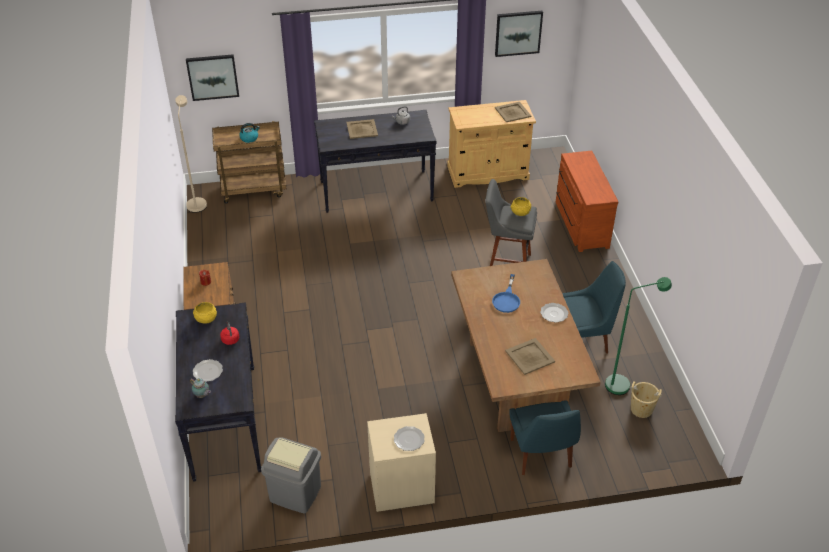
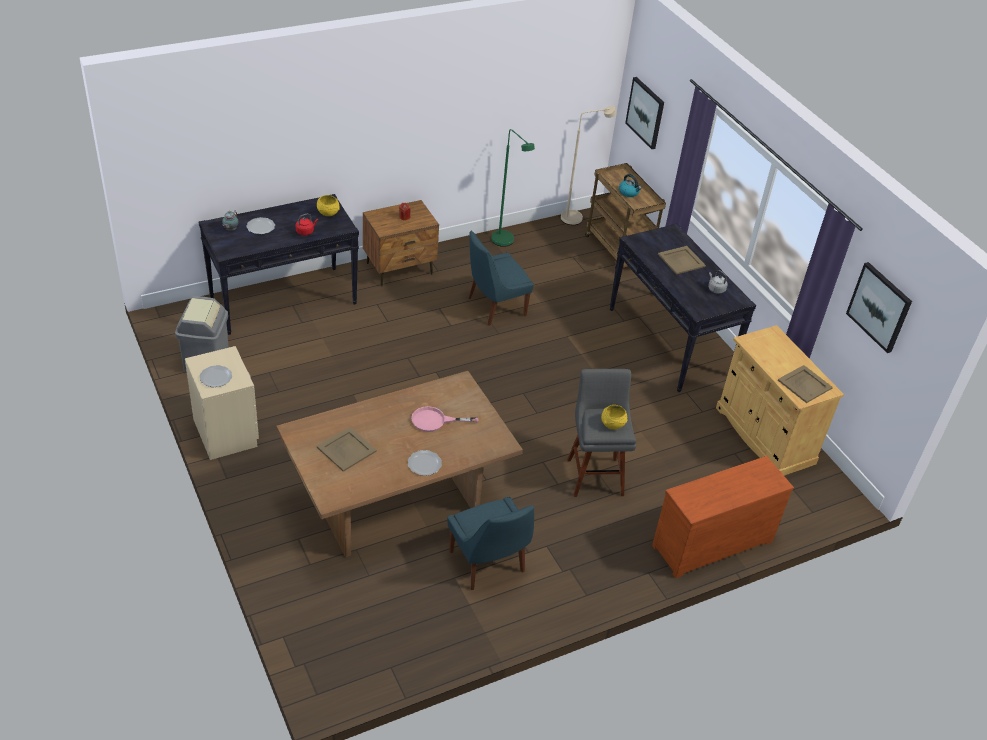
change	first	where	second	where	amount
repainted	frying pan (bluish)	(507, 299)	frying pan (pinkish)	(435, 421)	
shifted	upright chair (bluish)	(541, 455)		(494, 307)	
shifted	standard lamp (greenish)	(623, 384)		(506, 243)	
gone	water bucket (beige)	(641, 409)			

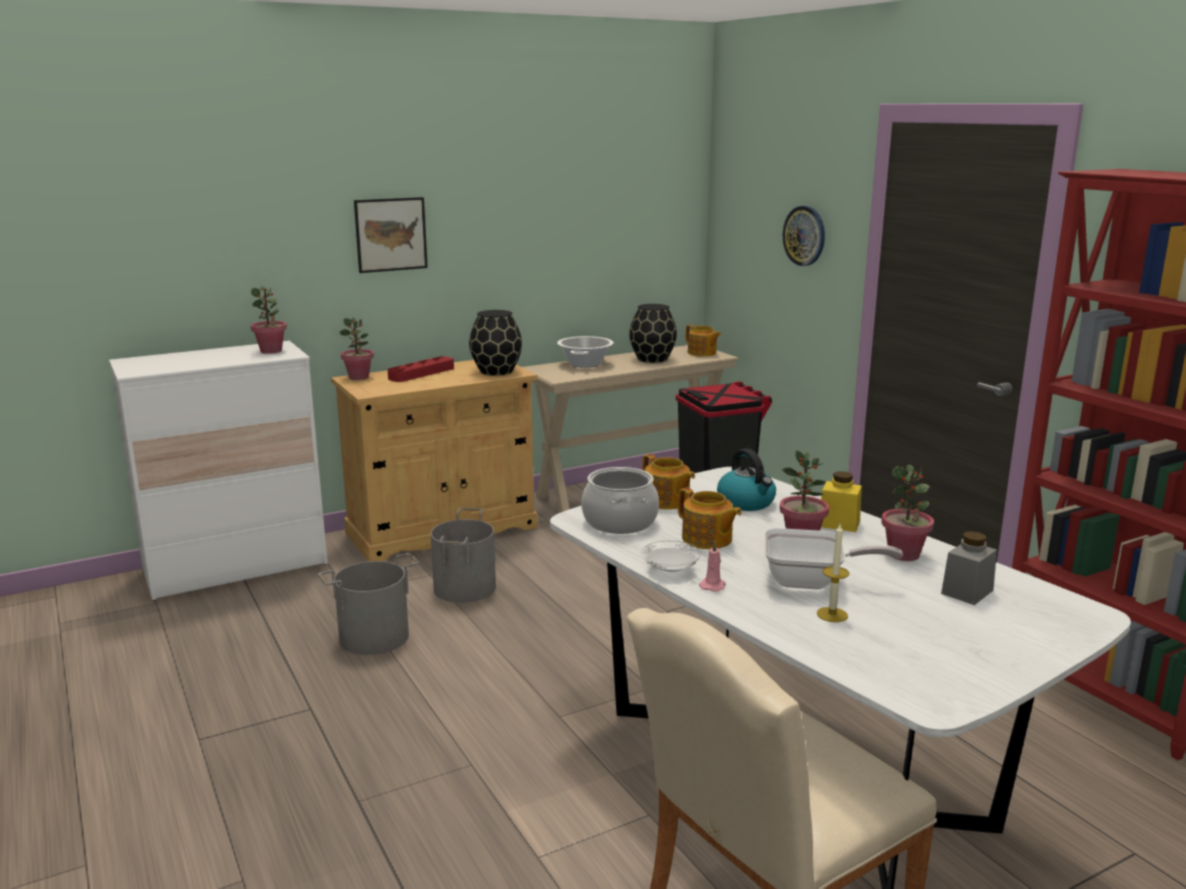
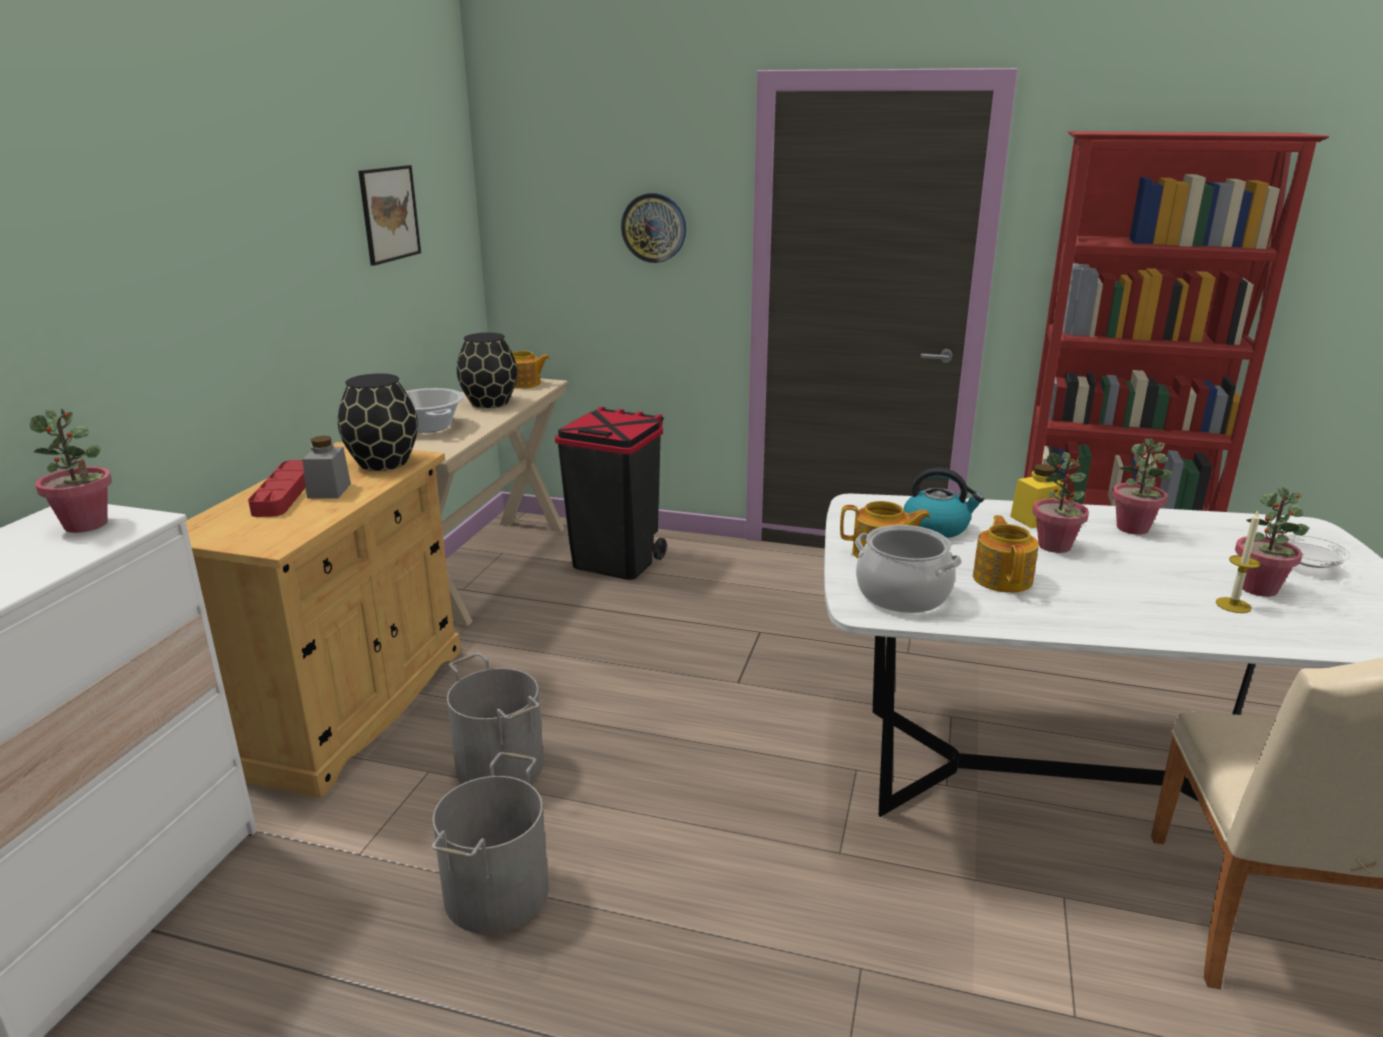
change	first	where	second	where	amount
shifted	storage jar (gray)	(967, 592)		(329, 491)	
shifted	wall art	(391, 234)		(389, 214)	
rotated	tea pot	(707, 539)		(1003, 578)	90 degrees counterclockwise
shifted	houseplant	(359, 377)		(1258, 588)	
shifted	dinner plate (white)	(670, 570)		(1307, 566)	
gone	candle (pinkish)	(713, 585)			
gone	frying pan	(812, 582)			

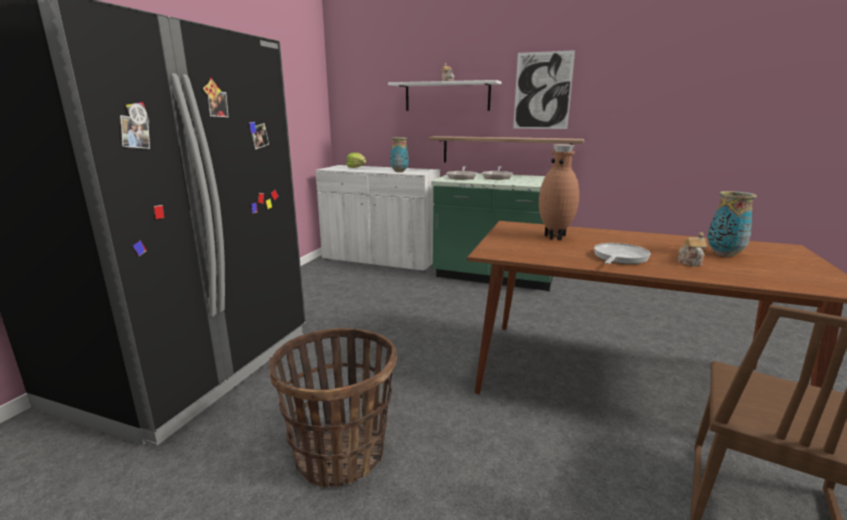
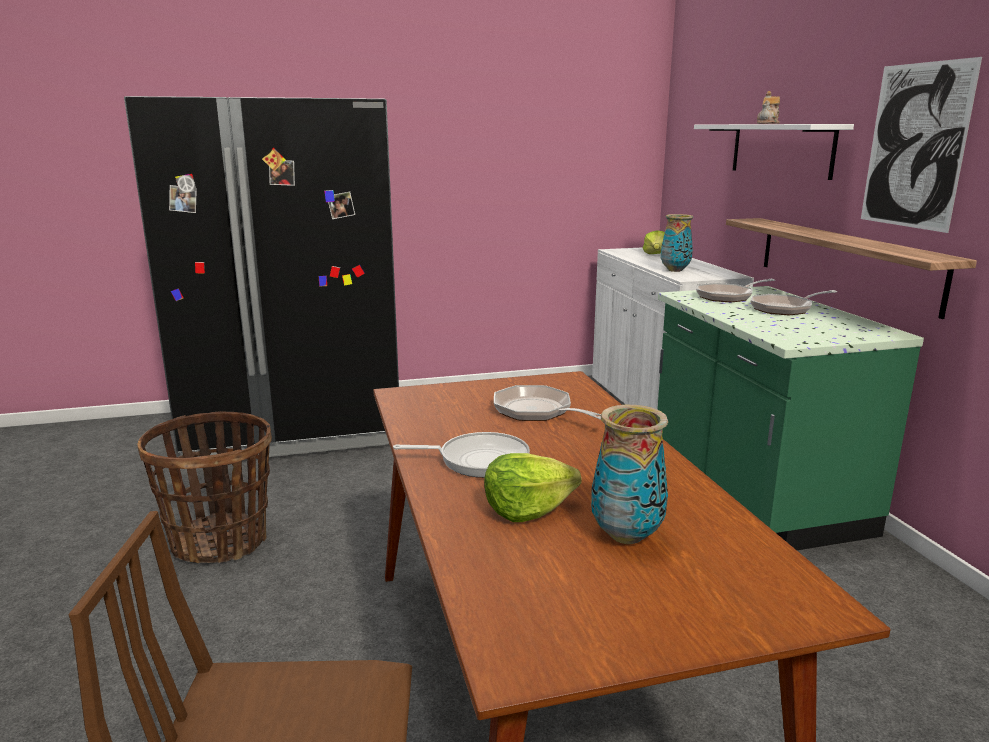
change	first	where	second	where	amount
swapped	tea pot	(689, 262)	lettuce	(527, 509)	
swapped	vase (brown-coloured)	(555, 237)	frying pan	(537, 412)	

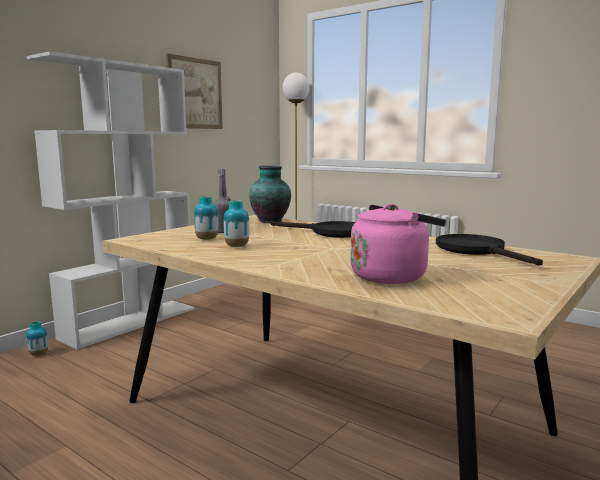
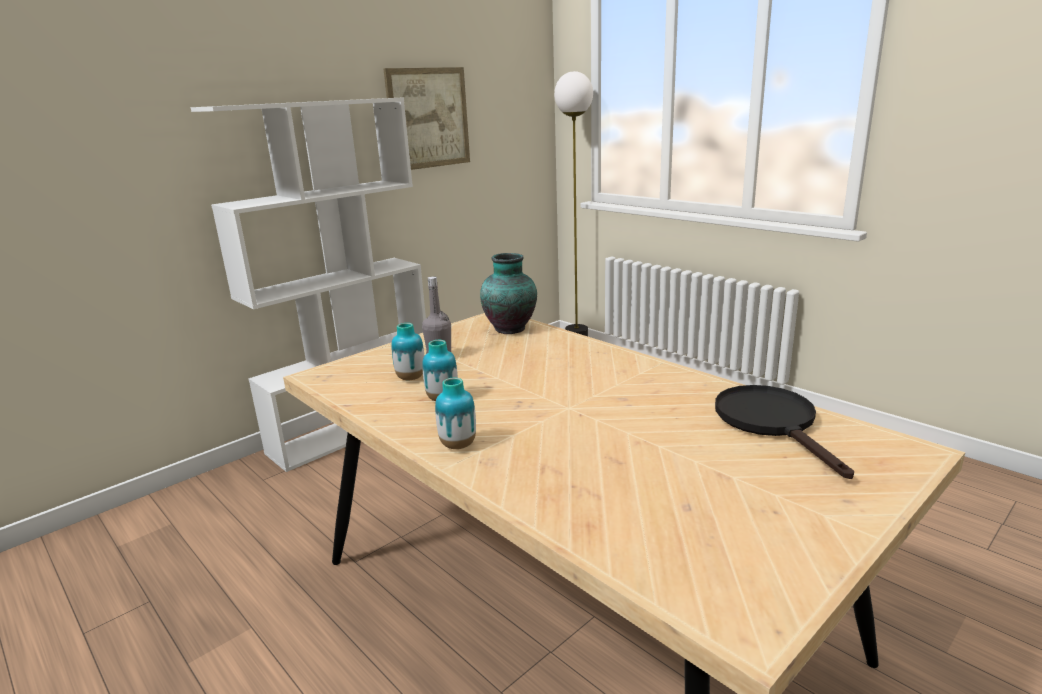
change	first	where	second	where	amount
shifted	vase	(38, 354)		(458, 445)	
gone	frying pan (black)	(331, 232)			
gone	tea kettle (pinkish)	(391, 276)			

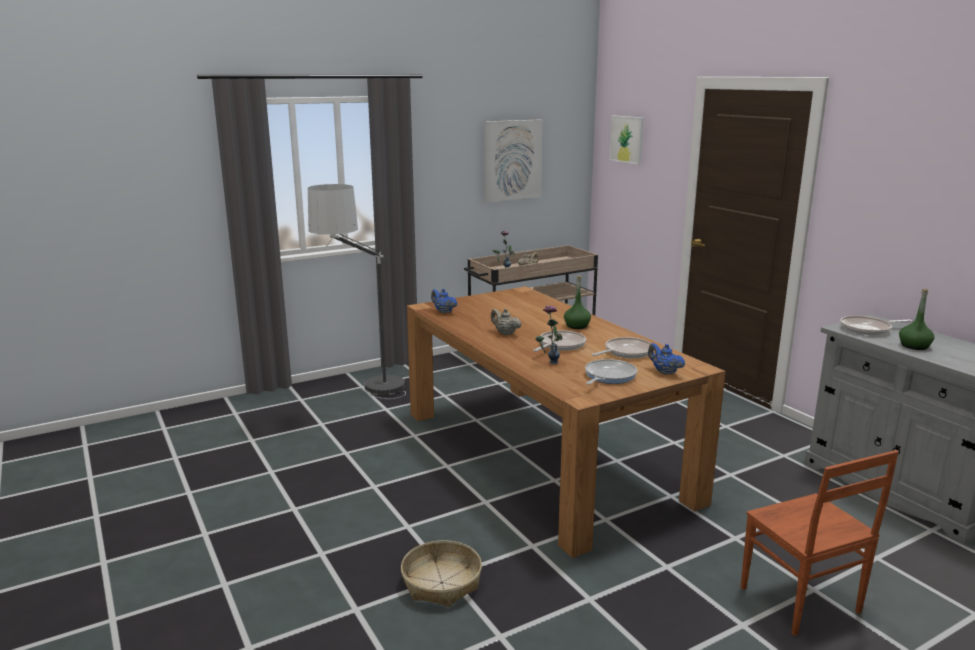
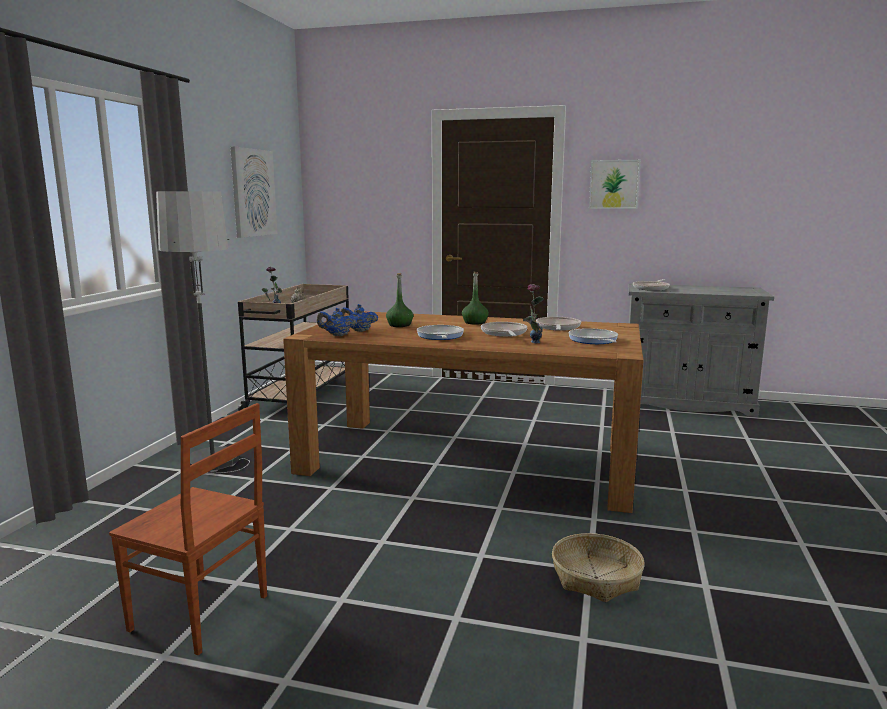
change	first	where	second	where	amount
shifted	upright chair (brown-coloured)	(799, 601)		(200, 614)	
shifted	tea pot (bluish)	(664, 372)		(359, 331)	
shifted	beverage bottle (greenish)	(914, 346)		(399, 325)	
swapped	tea pot (beige)	(505, 333)	frying pan	(440, 336)	
shifted	wall art	(627, 139)		(614, 184)	

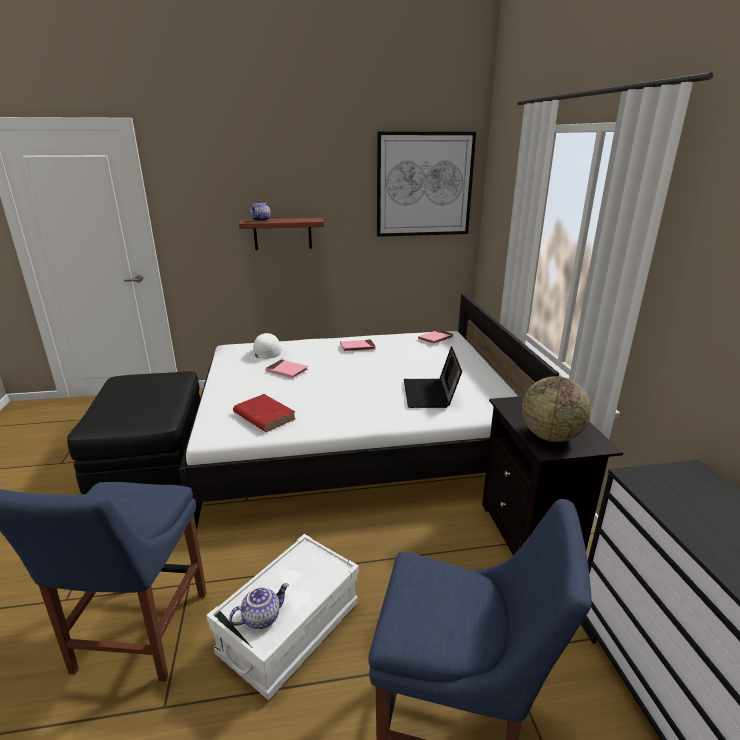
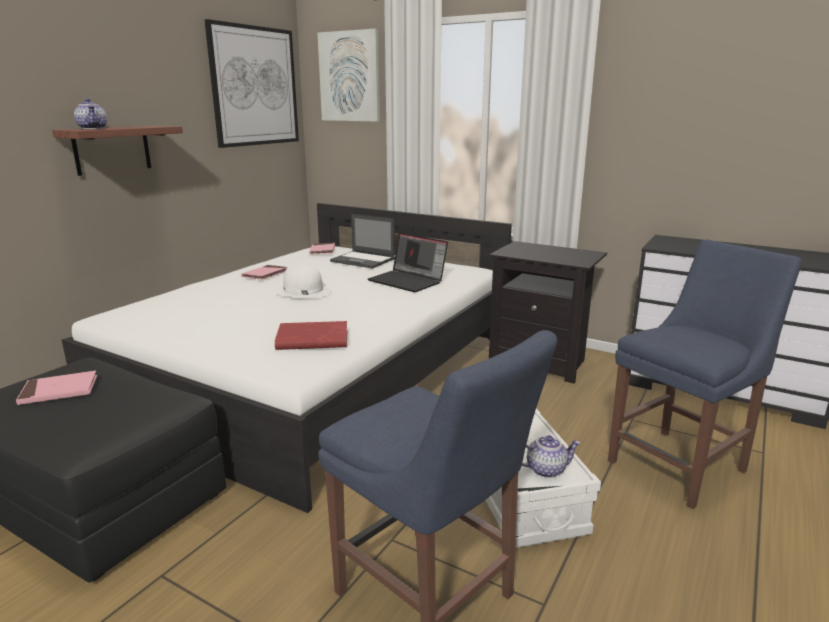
change	first	where	second	where	amount
shifted	book (pinkish)	(287, 371)		(59, 391)	
shifted	hat (white)	(267, 354)		(303, 291)	
new			wall art	(350, 77)	
new			notebook computer	(363, 260)	
rotated	tea pot	(261, 617)		(546, 469)	75 degrees clockwise
gone	world globe	(550, 436)			

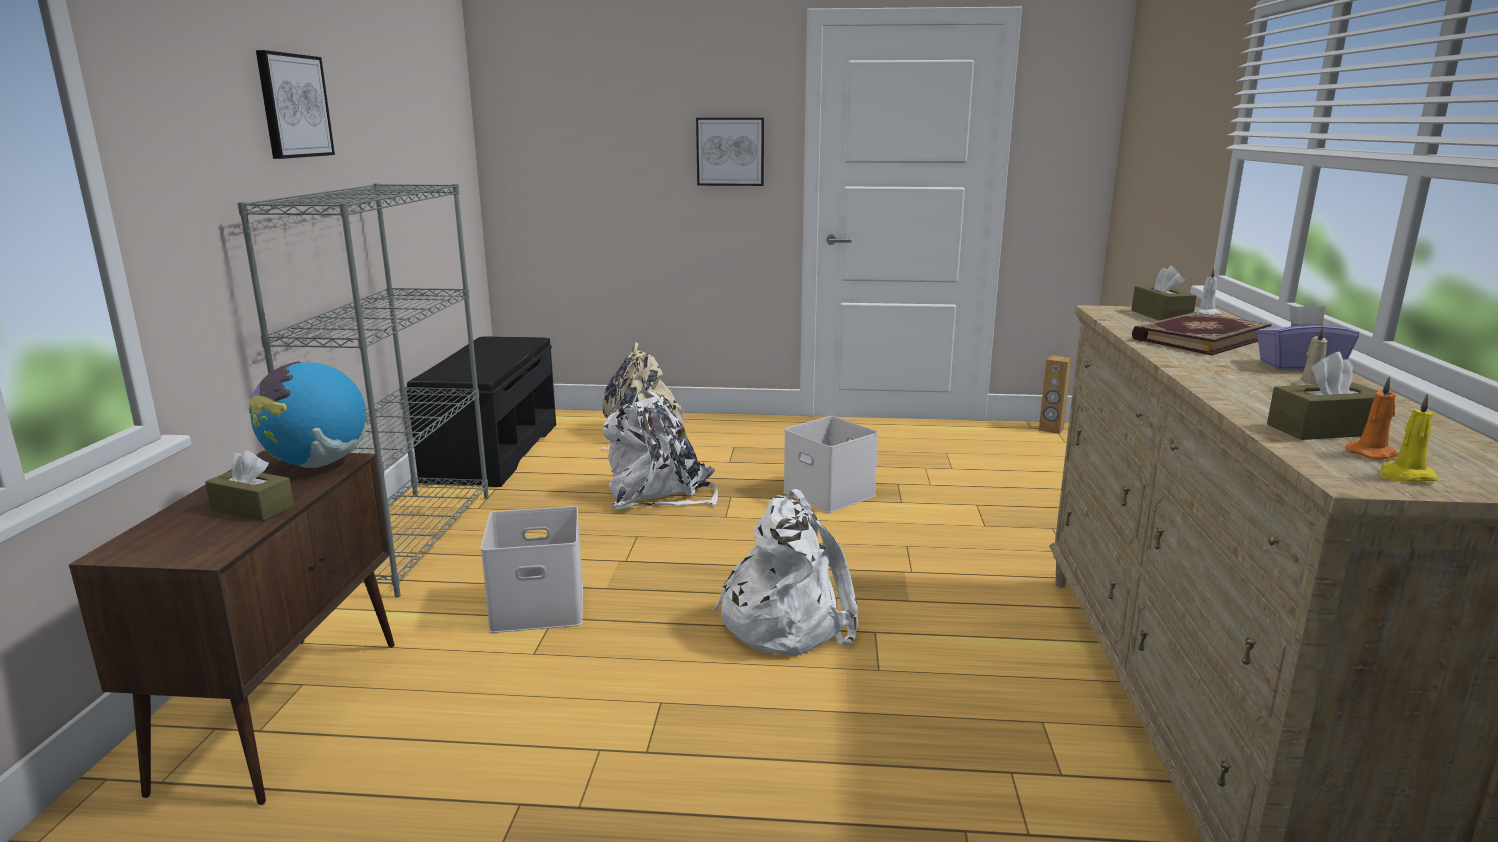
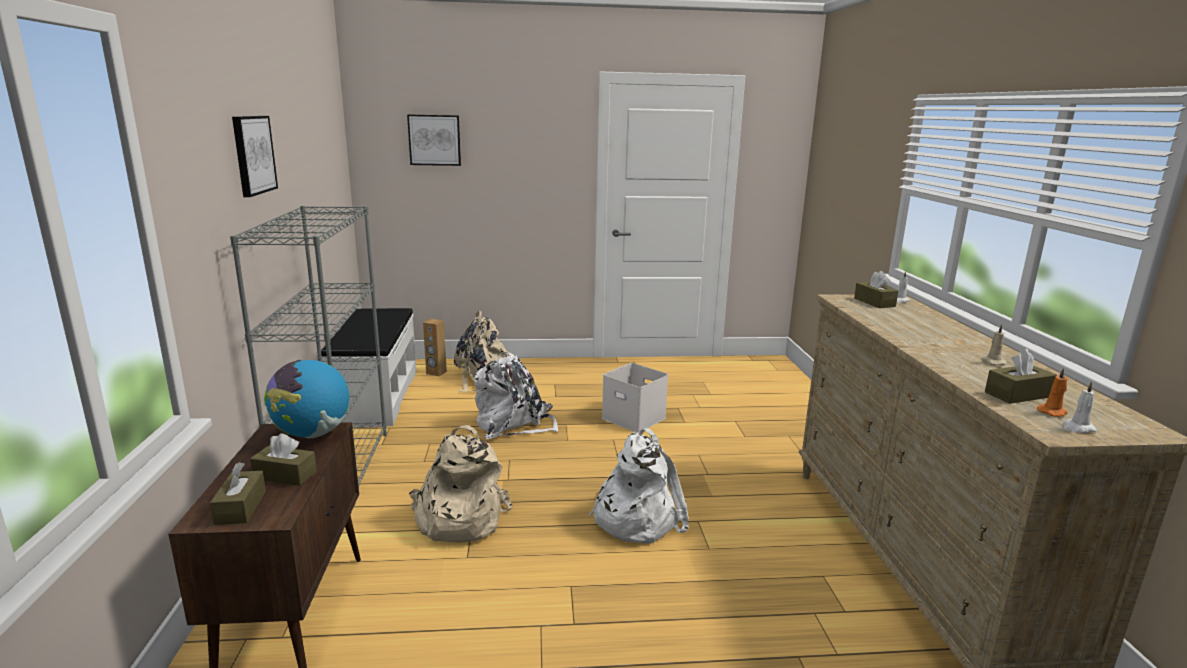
change	first	where	second	where	amount
new			tissue holder (brown-coloured)	(241, 507)	
repainted	bench (black)	(492, 452)	bench (white)	(375, 397)	
shifted	wall art	(730, 151)		(434, 140)	
swapped	storage container (white)	(540, 605)	rucksack (beige)	(458, 519)	
shifted	loudspeaker (brown-coloured)	(1051, 429)		(436, 373)	
repainted	candle (yellow)	(1404, 476)	candle (white)	(1077, 428)	
gone	book	(1198, 338)			
gone	tissue holder (purplish)	(1299, 366)			

